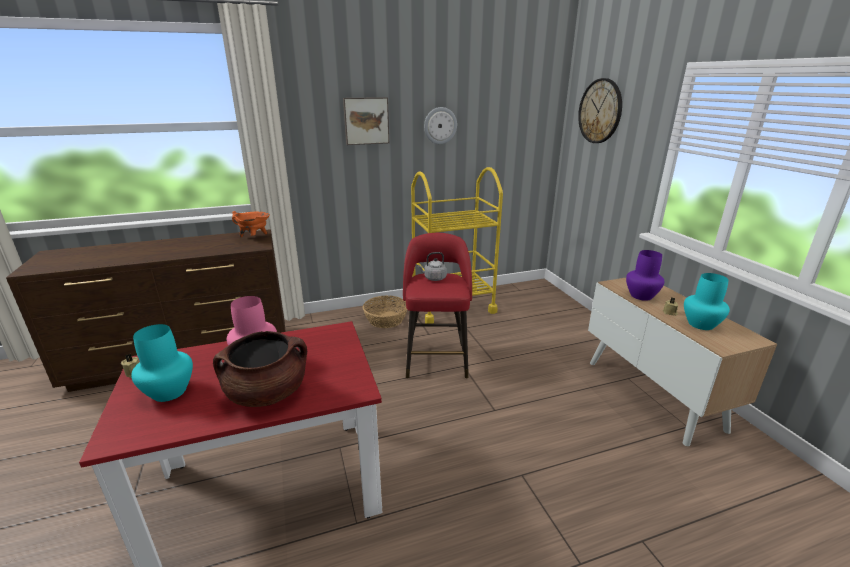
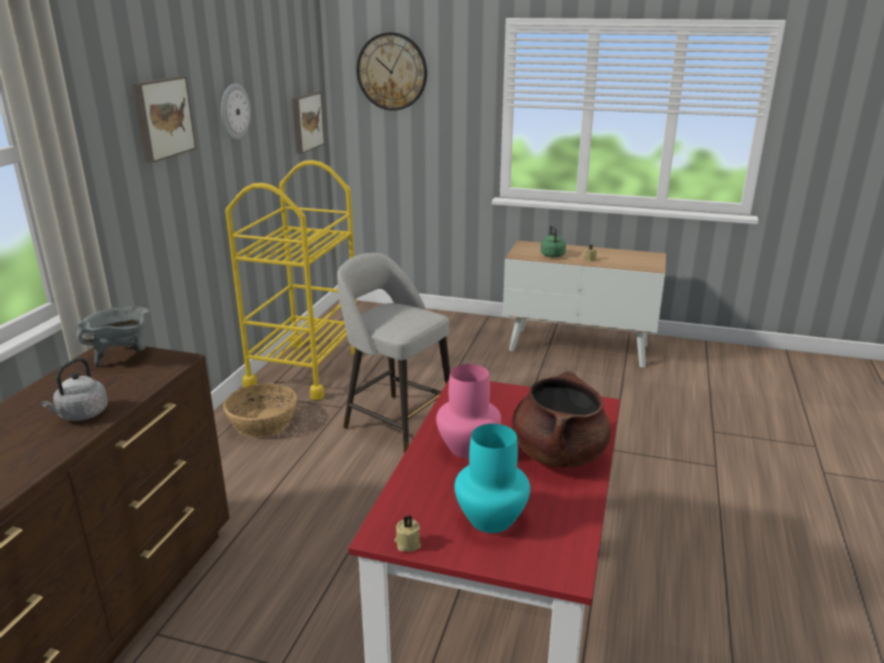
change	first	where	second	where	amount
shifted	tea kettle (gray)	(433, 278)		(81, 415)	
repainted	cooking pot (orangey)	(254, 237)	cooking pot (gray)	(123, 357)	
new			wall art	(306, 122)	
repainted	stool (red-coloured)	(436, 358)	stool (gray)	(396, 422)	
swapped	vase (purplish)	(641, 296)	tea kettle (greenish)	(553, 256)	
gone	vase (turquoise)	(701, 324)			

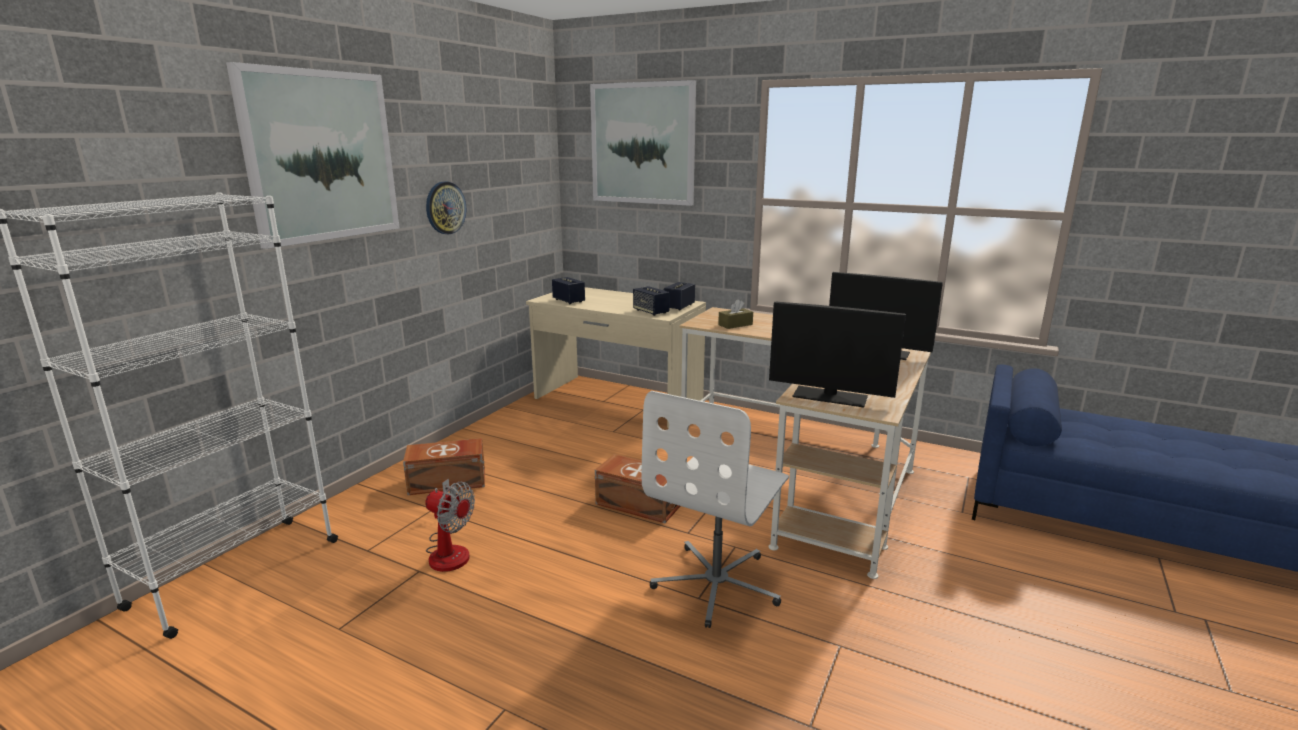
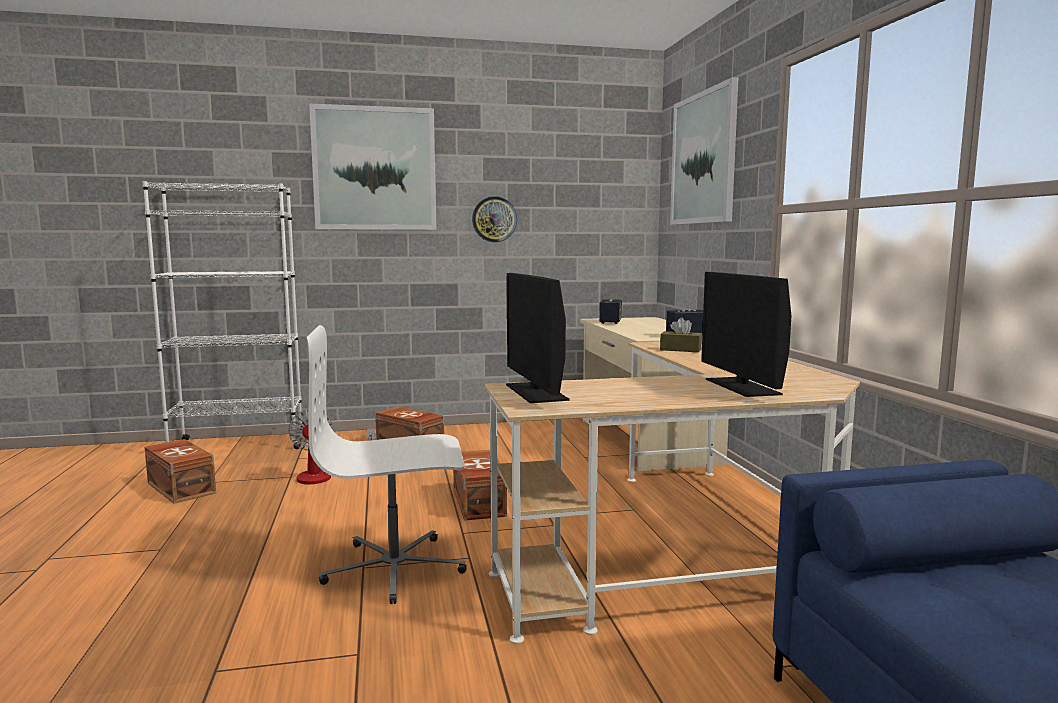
change	first	where	second	where	amount
new			storage container (brown-coloured)	(182, 487)	
gone	loudspeaker	(651, 312)			

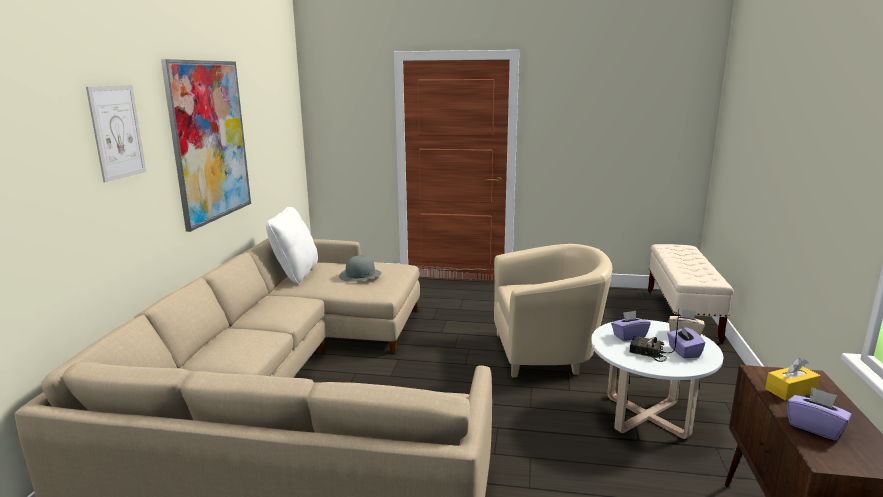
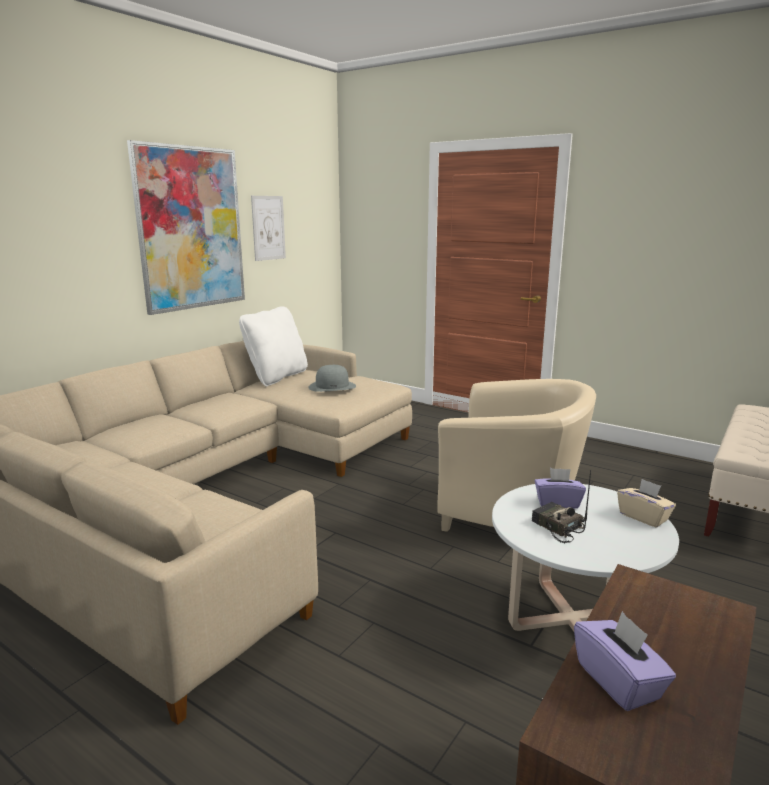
change	first	where	second	where	amount
shifted	wall art	(117, 132)		(268, 228)	
gone	tissue holder (purplish)	(683, 352)			
gone	tissue holder (yellow)	(790, 390)			

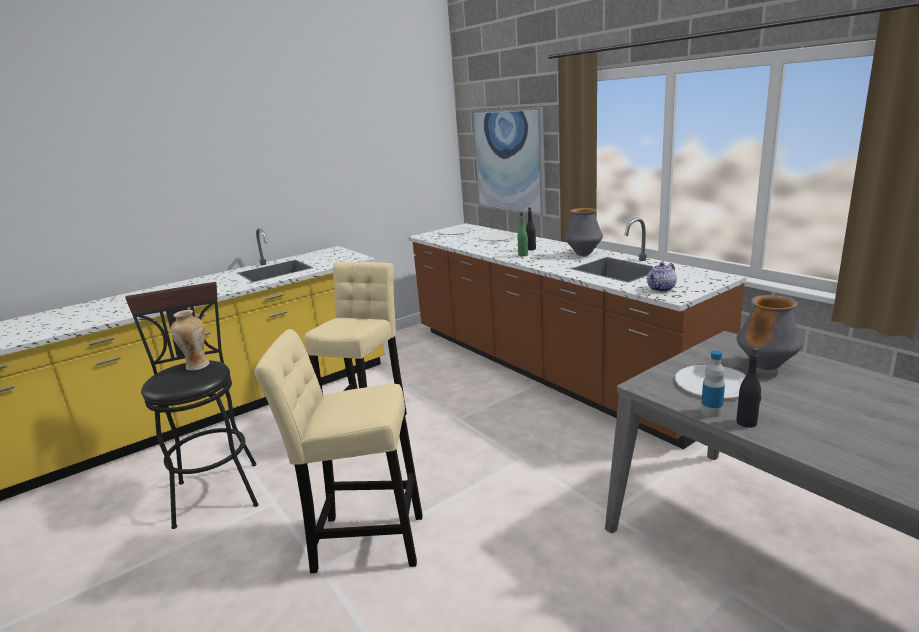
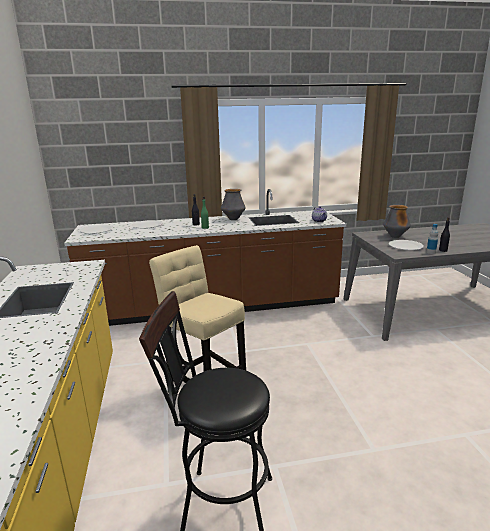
change	first	where	second	where	amount
gone	vase	(197, 366)			
gone	stool (beige)	(362, 541)			
gone	wall art	(509, 161)			

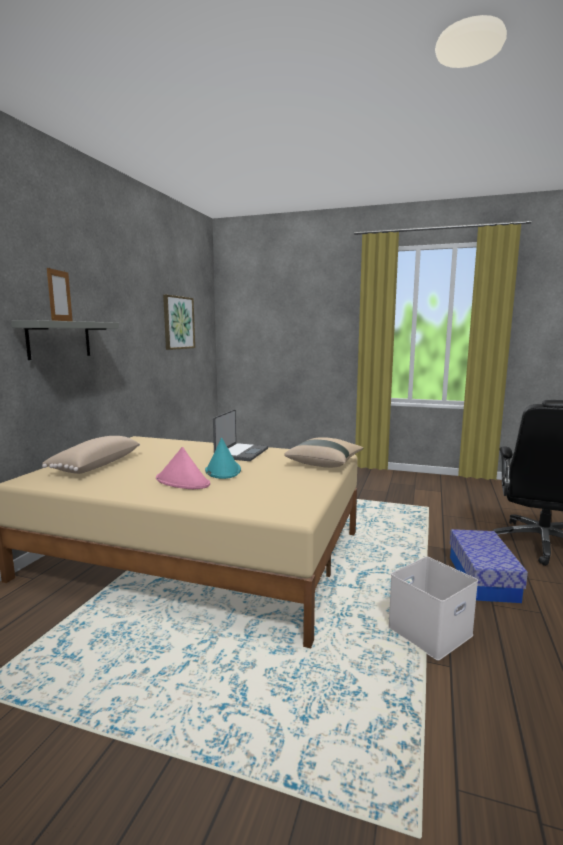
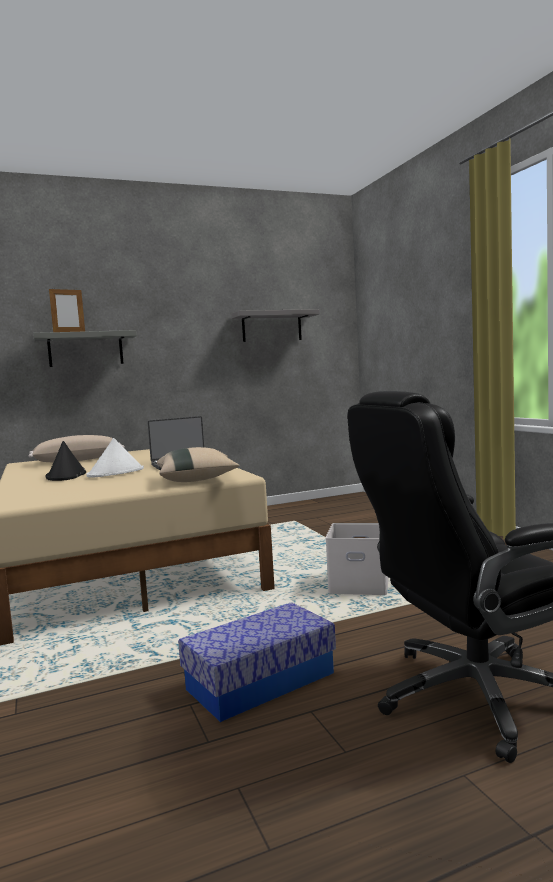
change	first	where	second	where	amount
repainted	hat (pinkish)	(183, 482)	hat (black)	(66, 475)	
repainted	hat (turquoise)	(222, 470)	hat (white)	(116, 473)	
swapped	wall art	(178, 322)	shelf (gray)	(271, 326)	
shifted	storage container (white)	(429, 630)		(361, 585)	

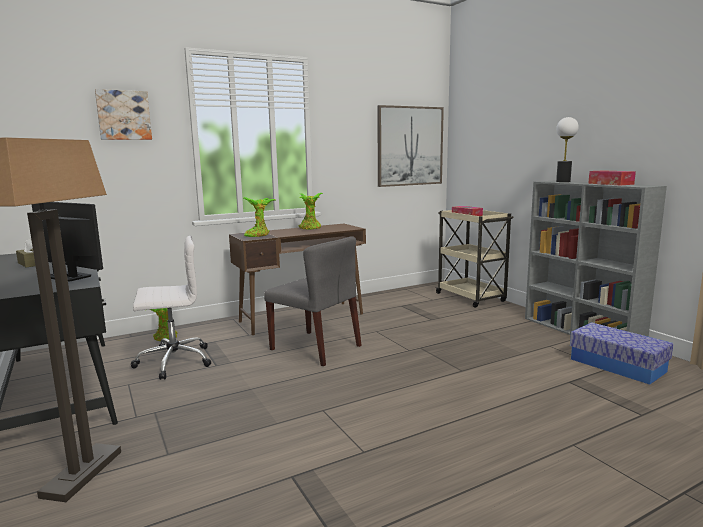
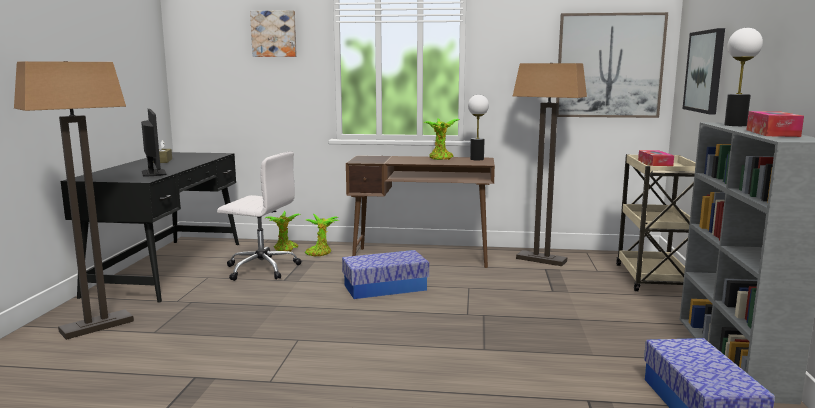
change	first	where	second	where	amount
shifted	houseplant	(258, 235)		(320, 253)	
swapped	upright chair (gray)	(316, 347)	storage container	(385, 288)	
new			table lamp	(477, 159)	
new			standard lamp	(540, 260)	
new			wall art	(705, 71)	

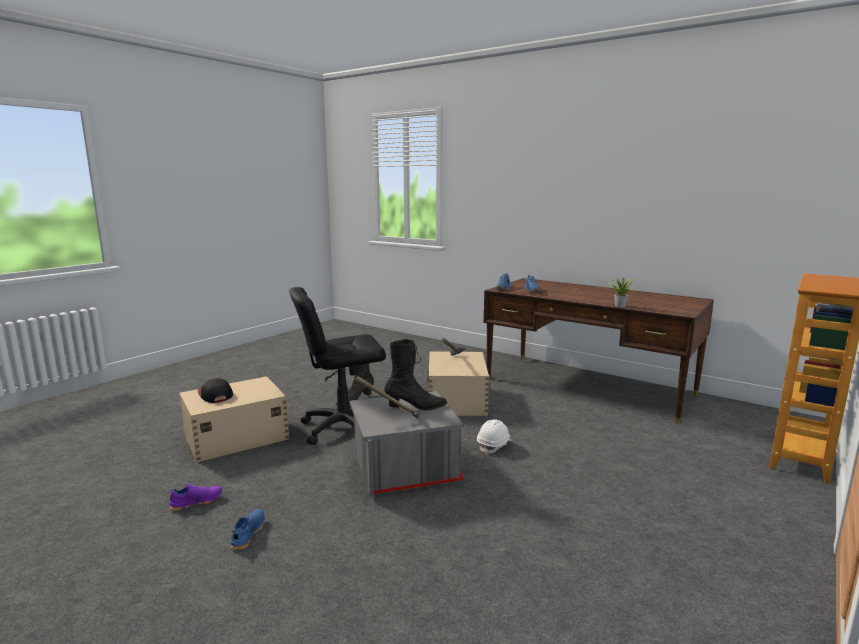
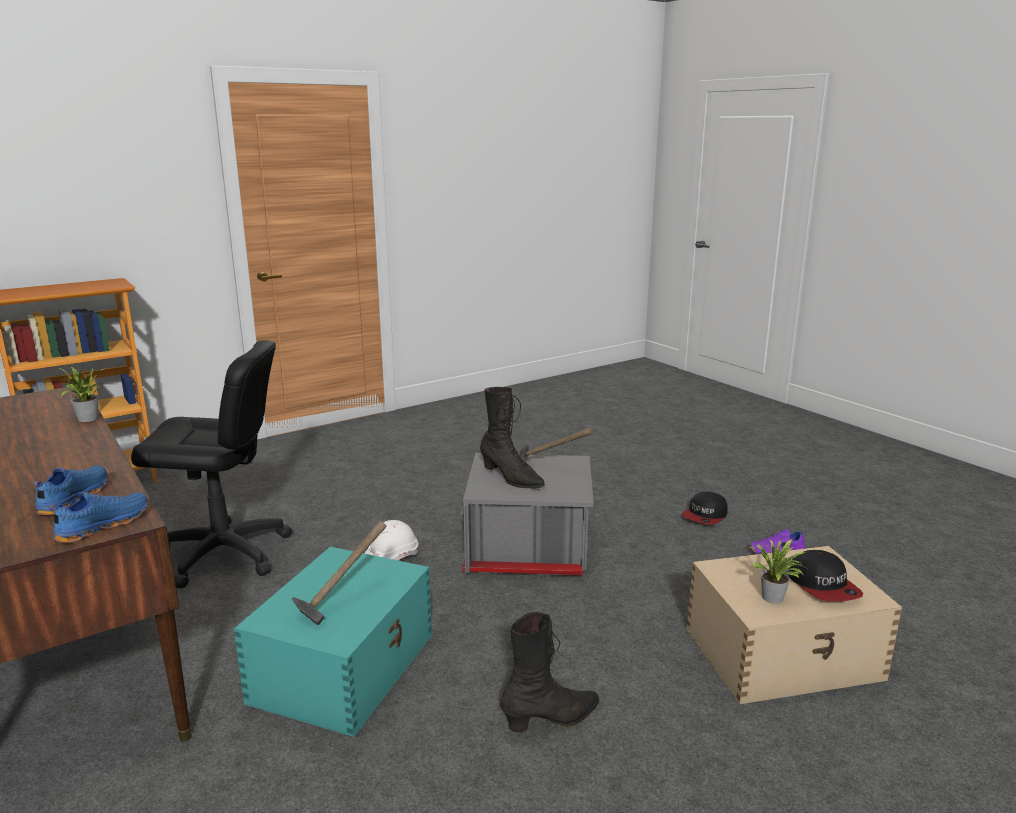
change	first	where	second	where	amount
shifted	office chair (black)	(343, 427)		(224, 554)	
repainted	storage container (beige)	(456, 400)	storage container (turquoise)	(345, 667)	
rotated	tall boot (black)	(416, 407)		(511, 478)	150 degrees counterclockwise
swapped	low shoe (bluish)	(247, 534)	cap	(705, 516)	
new			houseplant	(773, 599)	

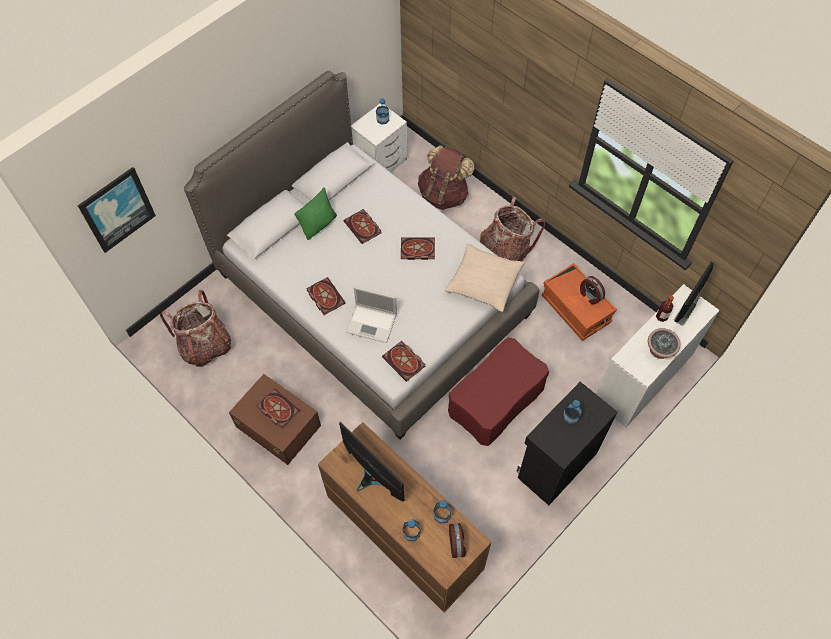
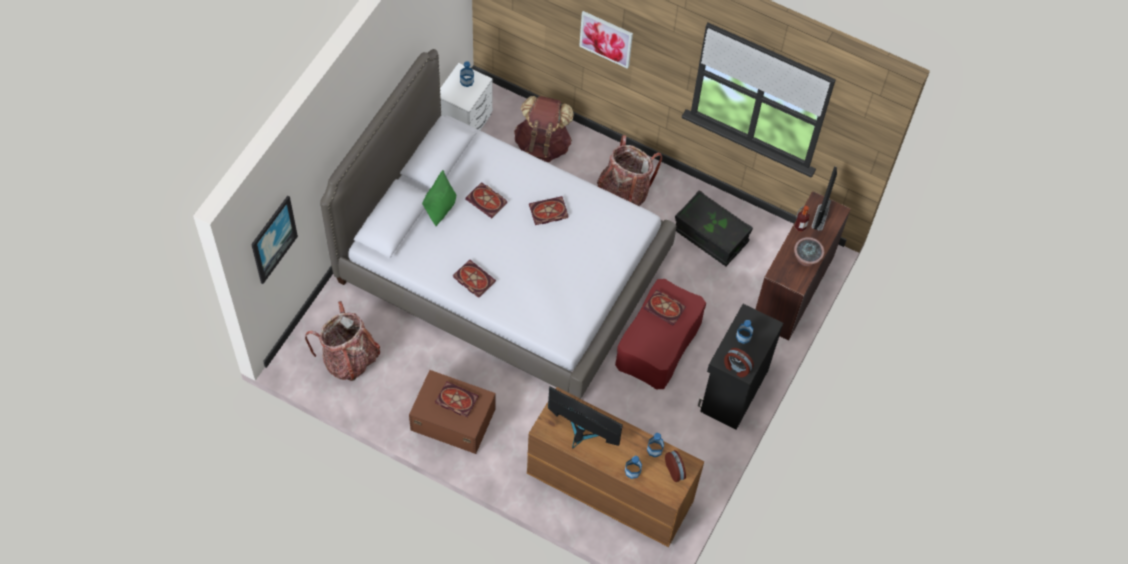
change	first	where	second	where	amount
new			wall art	(606, 39)	
shifted	book	(405, 362)		(665, 308)	
repainted	storage container (orangey)	(575, 309)	storage container (black)	(710, 236)	
shifted	bedside clock	(590, 295)		(736, 368)	
repainted	desk table (white)	(642, 377)	desk table (brown-coloured)	(792, 289)	
gone	notebook computer	(372, 323)			
gone	pillow (beige)	(484, 282)			

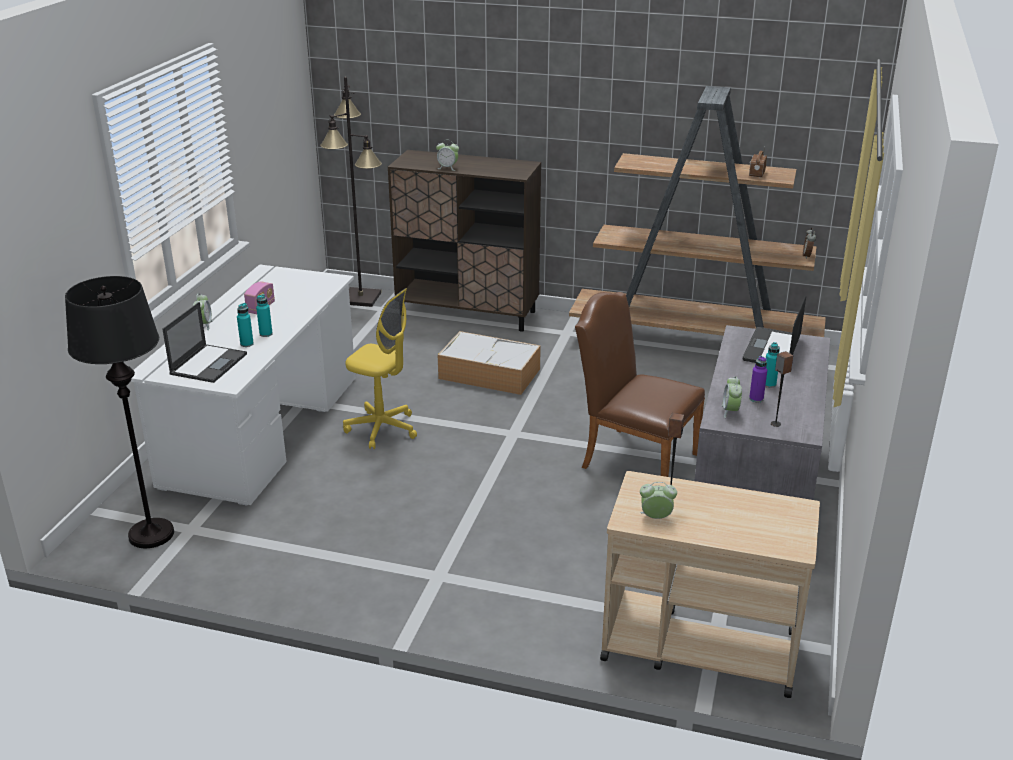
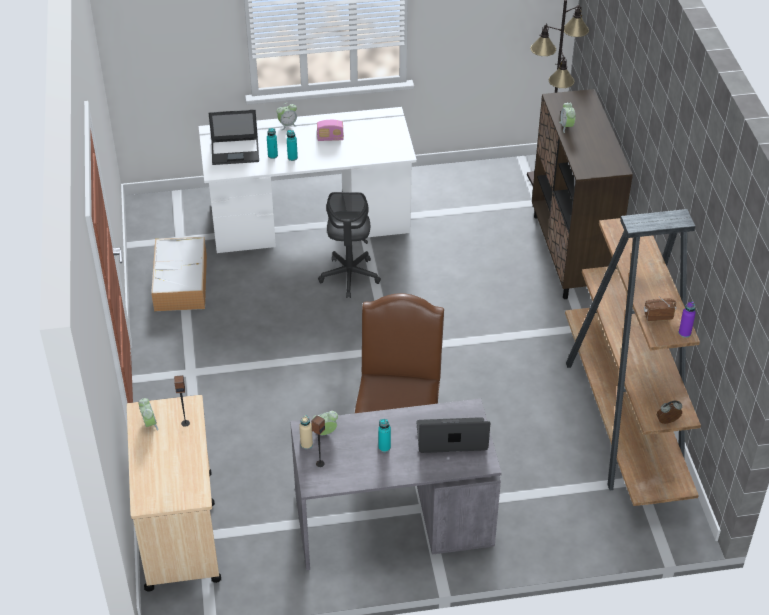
change	first	where	second	where	amount
shifted	storage container	(491, 374)		(181, 283)	
new			beverage bottle (beige)	(306, 444)	
repainted	office chair (yellow)	(382, 429)	office chair (gray)	(349, 276)	
shifted	beverage bottle (purplish)	(756, 399)		(684, 333)	
gone	standard lamp (black)	(151, 534)			

